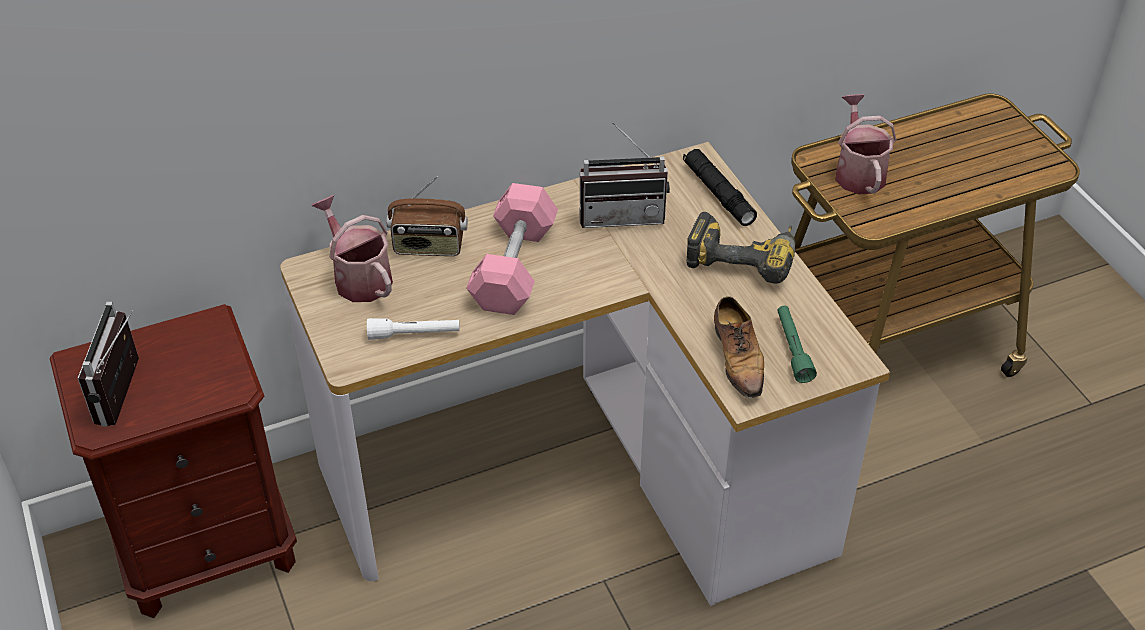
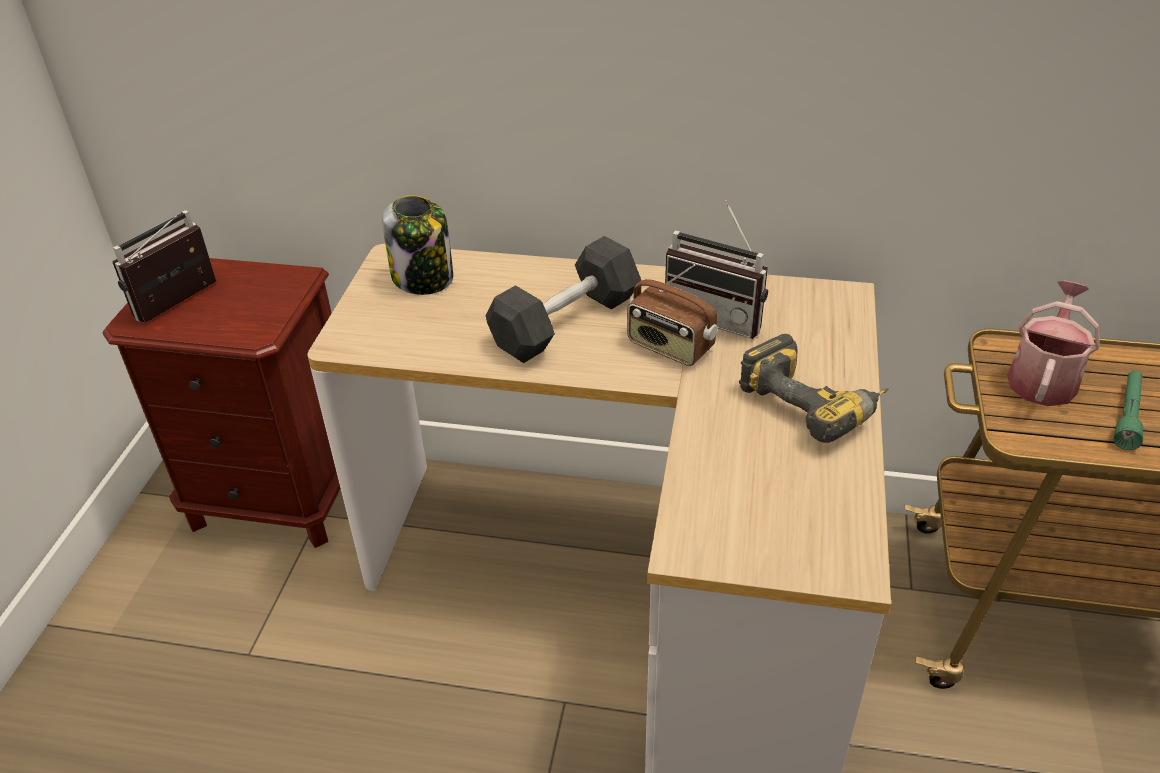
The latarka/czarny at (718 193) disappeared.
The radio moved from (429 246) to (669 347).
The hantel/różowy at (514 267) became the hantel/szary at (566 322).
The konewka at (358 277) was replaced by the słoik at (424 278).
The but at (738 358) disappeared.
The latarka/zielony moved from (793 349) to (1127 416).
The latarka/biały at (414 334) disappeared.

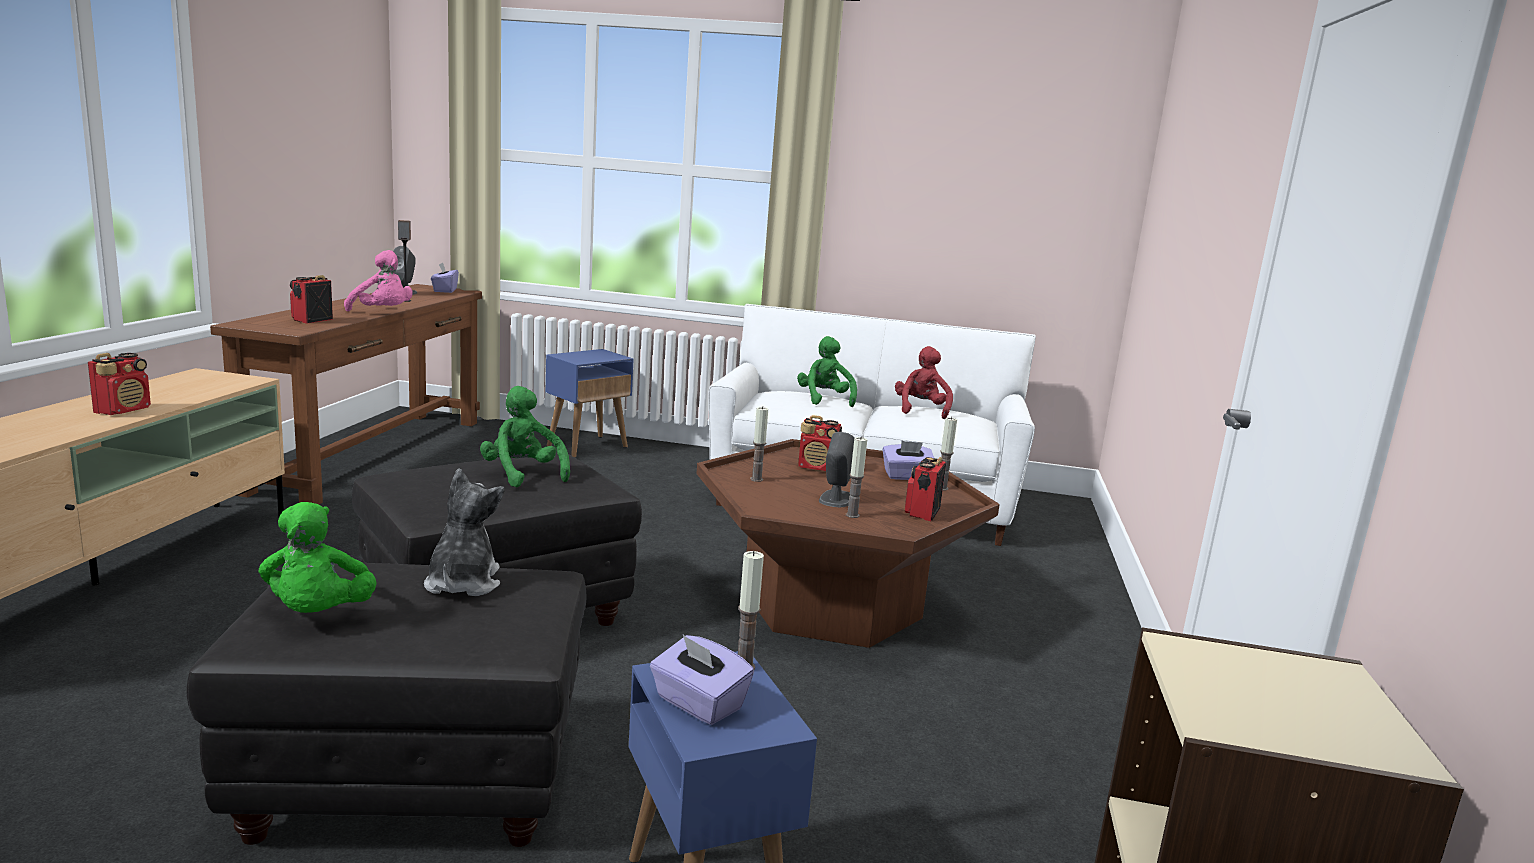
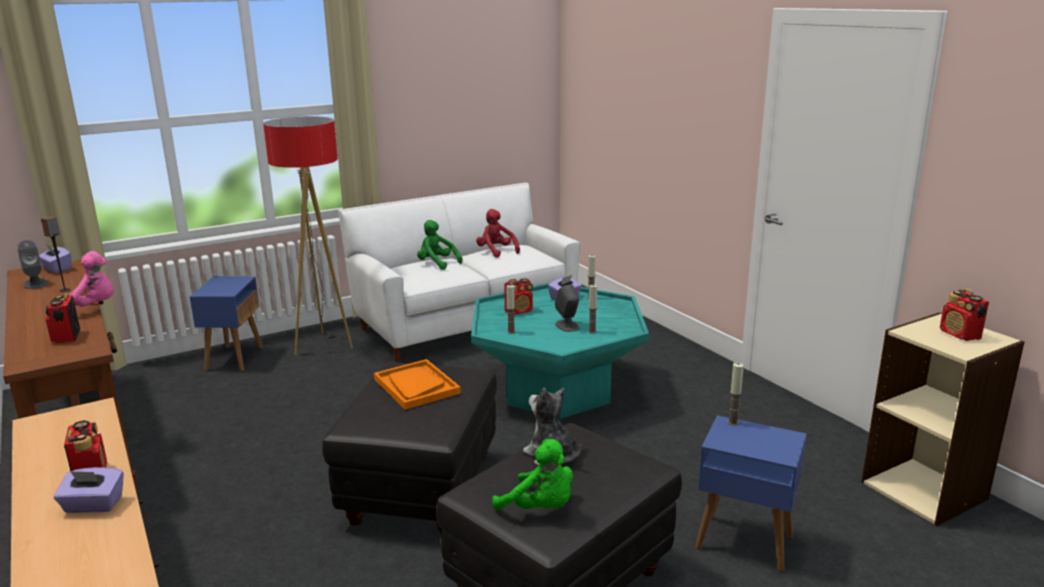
The pluszak/zielony at (523 474) was replaced by the taca/pomarańczowy at (416 386).
The ława/brązowy at (831 603) became the ława/turkusowy at (556 390).
The radio moved from (922 513) to (960 335).
The pudełko chusteczek/fioletowy moved from (698 704) to (93 505).
The lampa stojąca at (323 345) appeared.

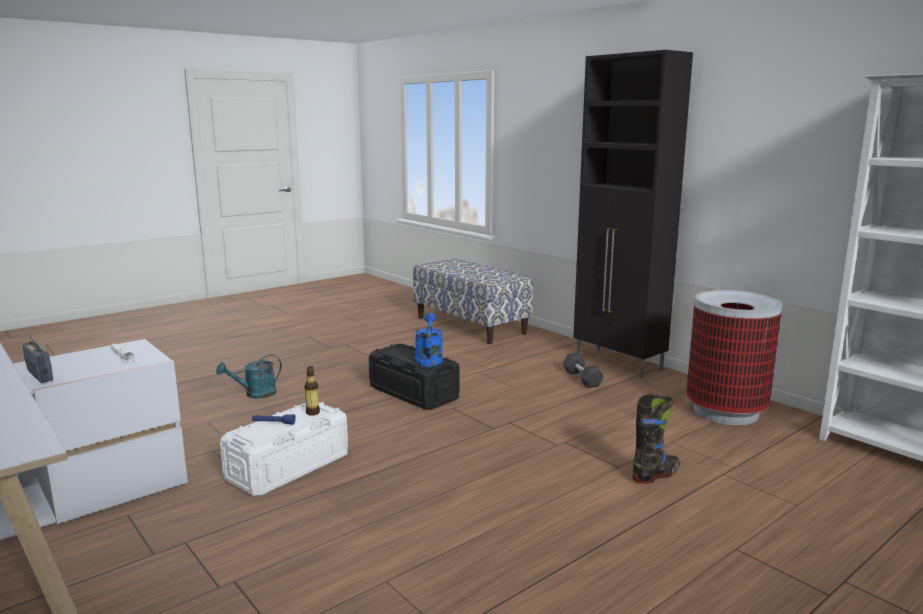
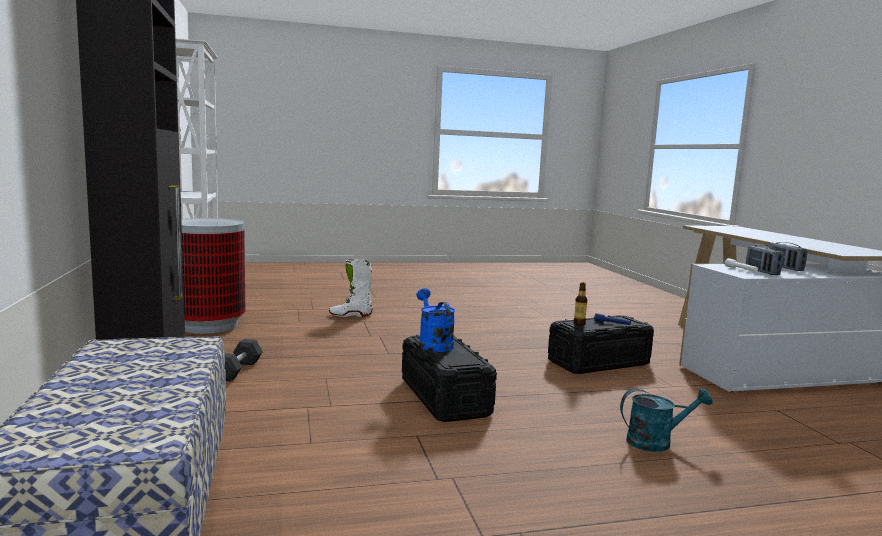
The konewka/niebieski at (428 359) turned 135 degrees clockwise.
The but z cholewką/czarny at (656 475) became the but z cholewką/biały at (350 315).
The pojemnik do przechowywania/biały at (288 467) became the pojemnik do przechowywania/czarny at (599 362).
The radio at (762 272) appeared.

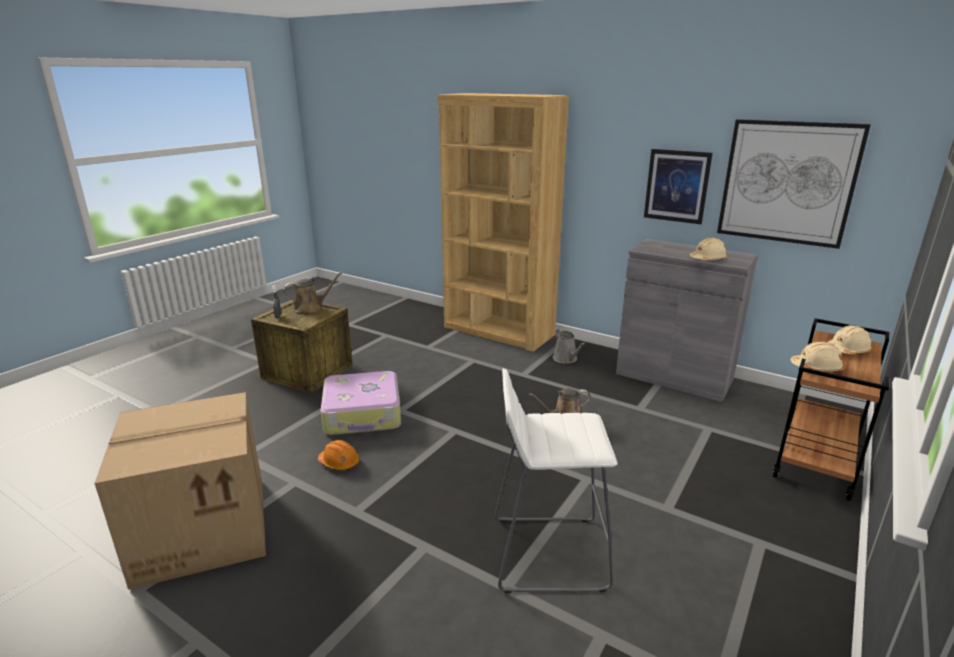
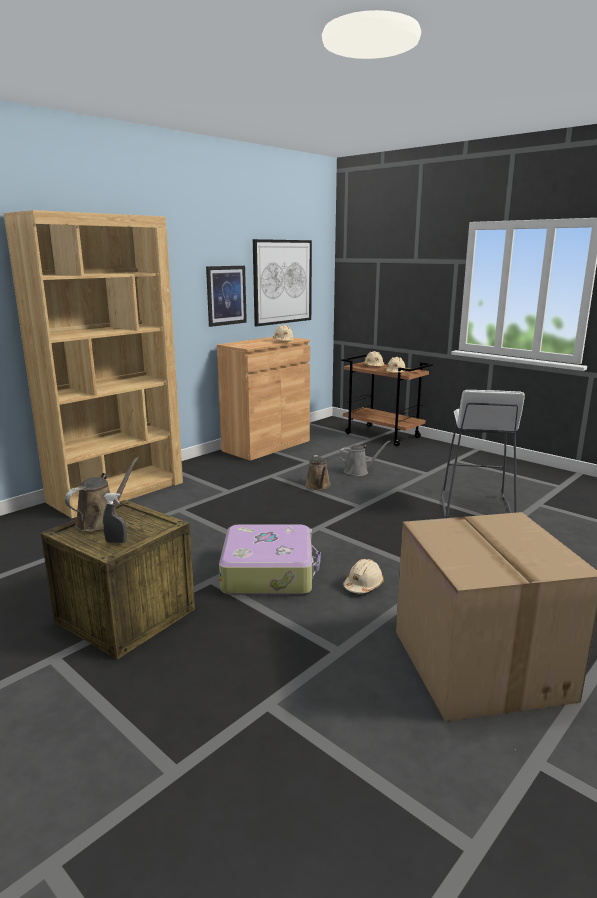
The szafka/szary at (674 377) became the szafka/brązowy at (266 446).
The konewka/brązowy at (310 308) turned 45 degrees clockwise.
The konewka/szary moved from (566 359) to (358 471).
The kask/pomarańczowy at (339 463) became the kask/beżowy at (363 585).

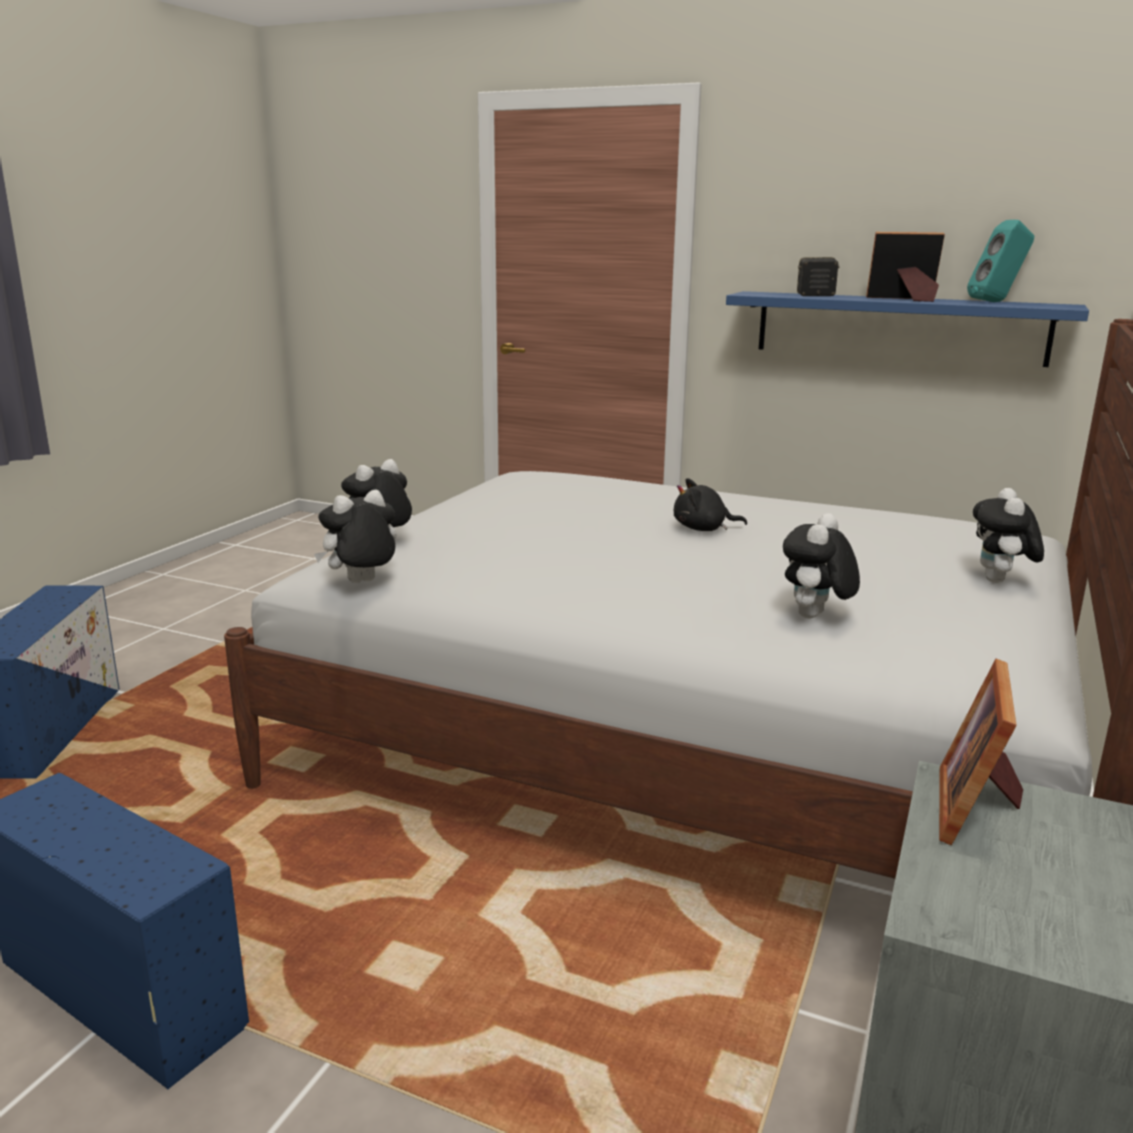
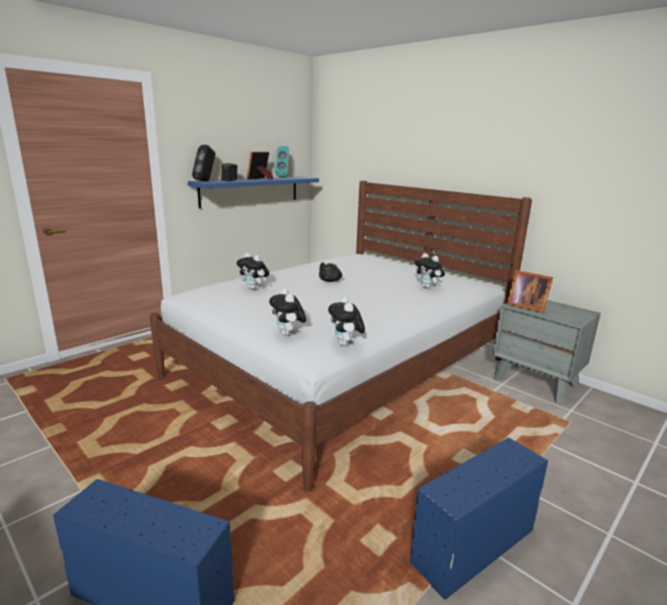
The pluszak moved from (1000 581) to (254 288).
The głośnik/czarny at (206 181) appeared.

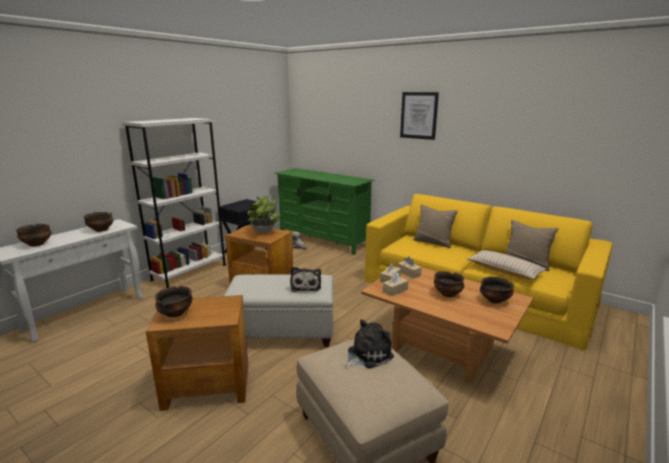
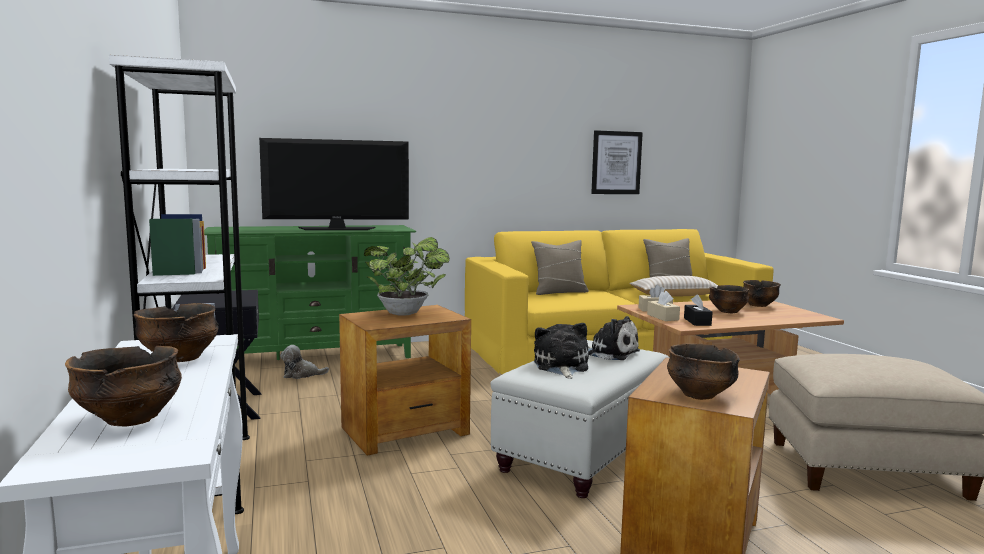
The obraz moved from (419 115) to (616 162).
The pudełko chusteczek/beżowy at (395 290) became the pudełko chusteczek/czarny at (697 322).
The pluszak moved from (367 355) to (561 366).
The telewizor at (337 229) appeared.

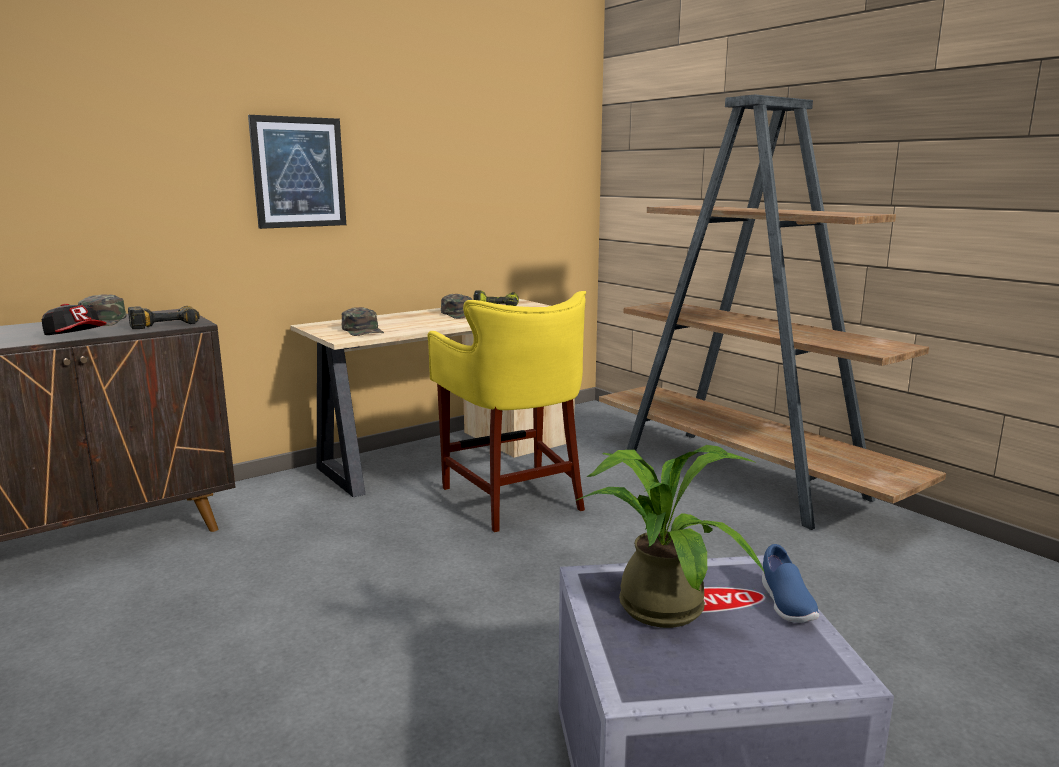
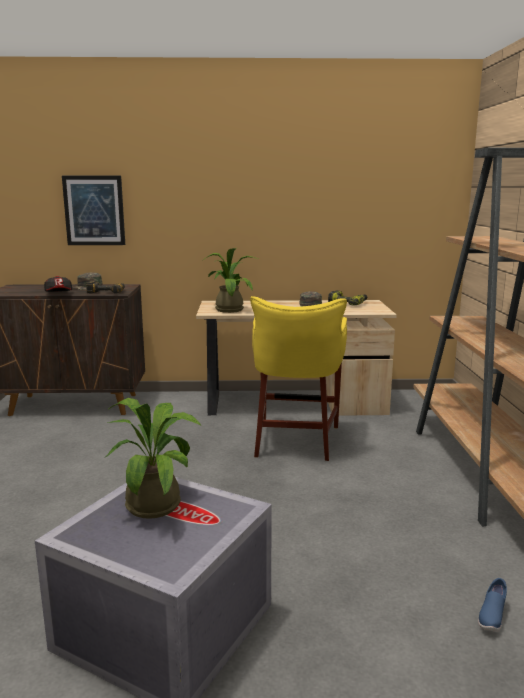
The obraz moved from (298 172) to (94 210).
The czapka z daszkiem/zielony at (363 330) was replaced by the roślina doniczkowa at (229 309).
The but/niebieski moved from (785 603) to (491 616).

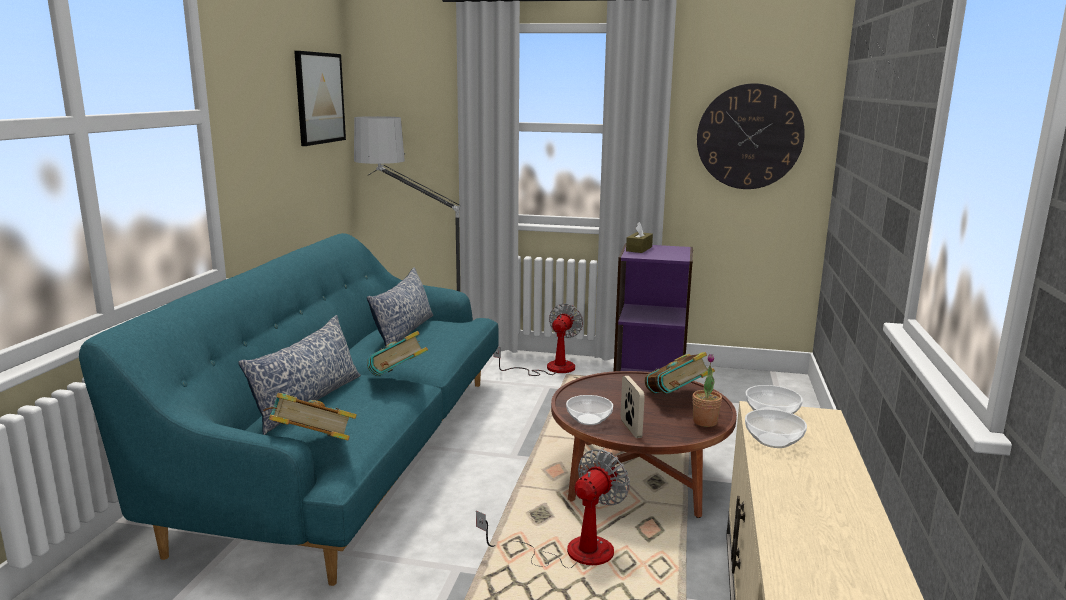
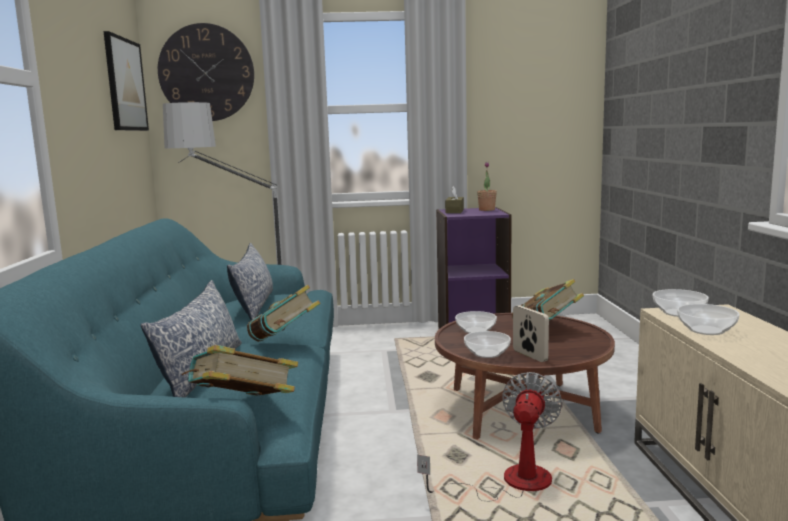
The zegar ścienny moved from (749 137) to (206 73).
The wentylator at (550 369) disappeared.
The roślina doniczkowa moved from (705 422) to (486 210).
The miska at (475 330) appeared.

